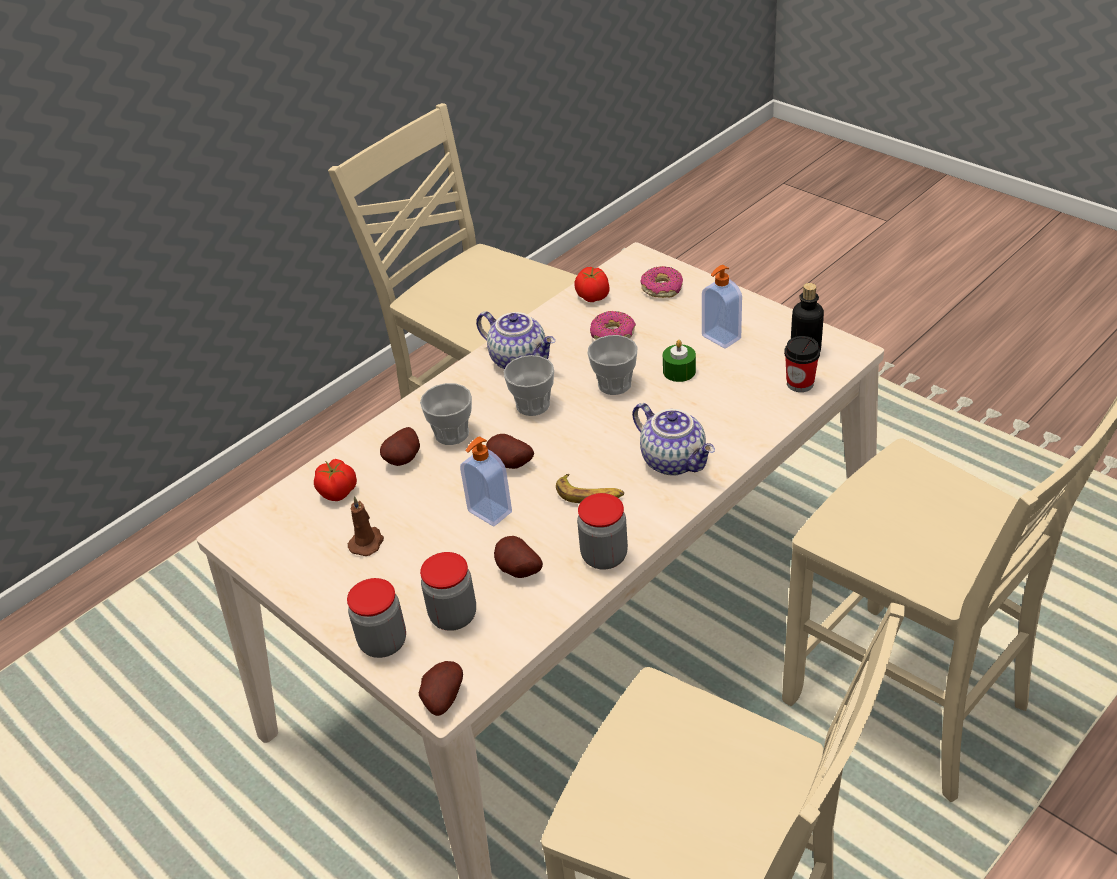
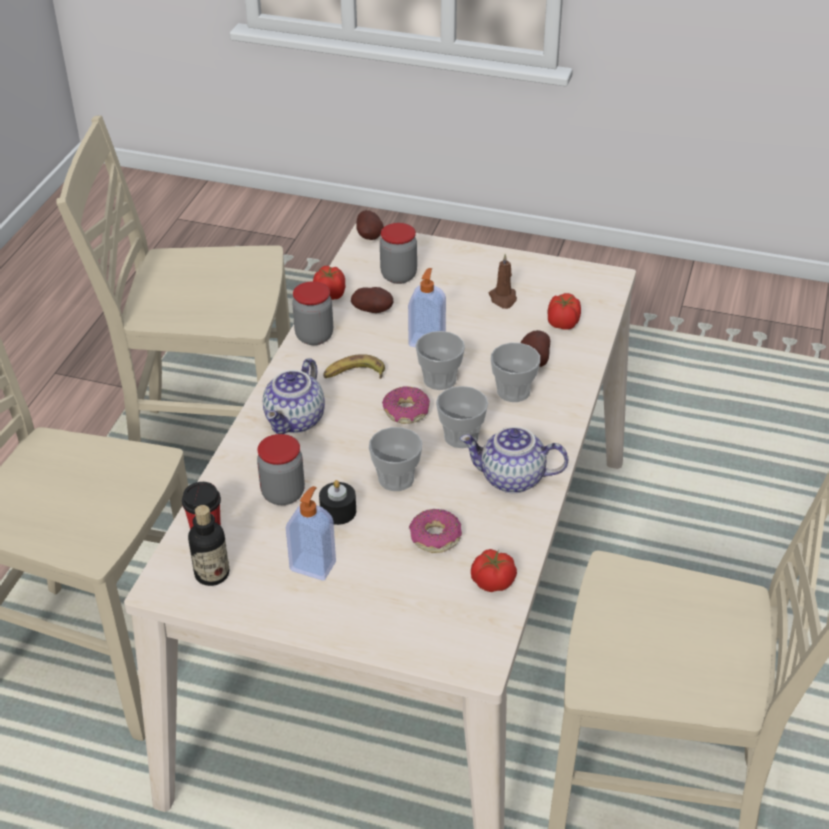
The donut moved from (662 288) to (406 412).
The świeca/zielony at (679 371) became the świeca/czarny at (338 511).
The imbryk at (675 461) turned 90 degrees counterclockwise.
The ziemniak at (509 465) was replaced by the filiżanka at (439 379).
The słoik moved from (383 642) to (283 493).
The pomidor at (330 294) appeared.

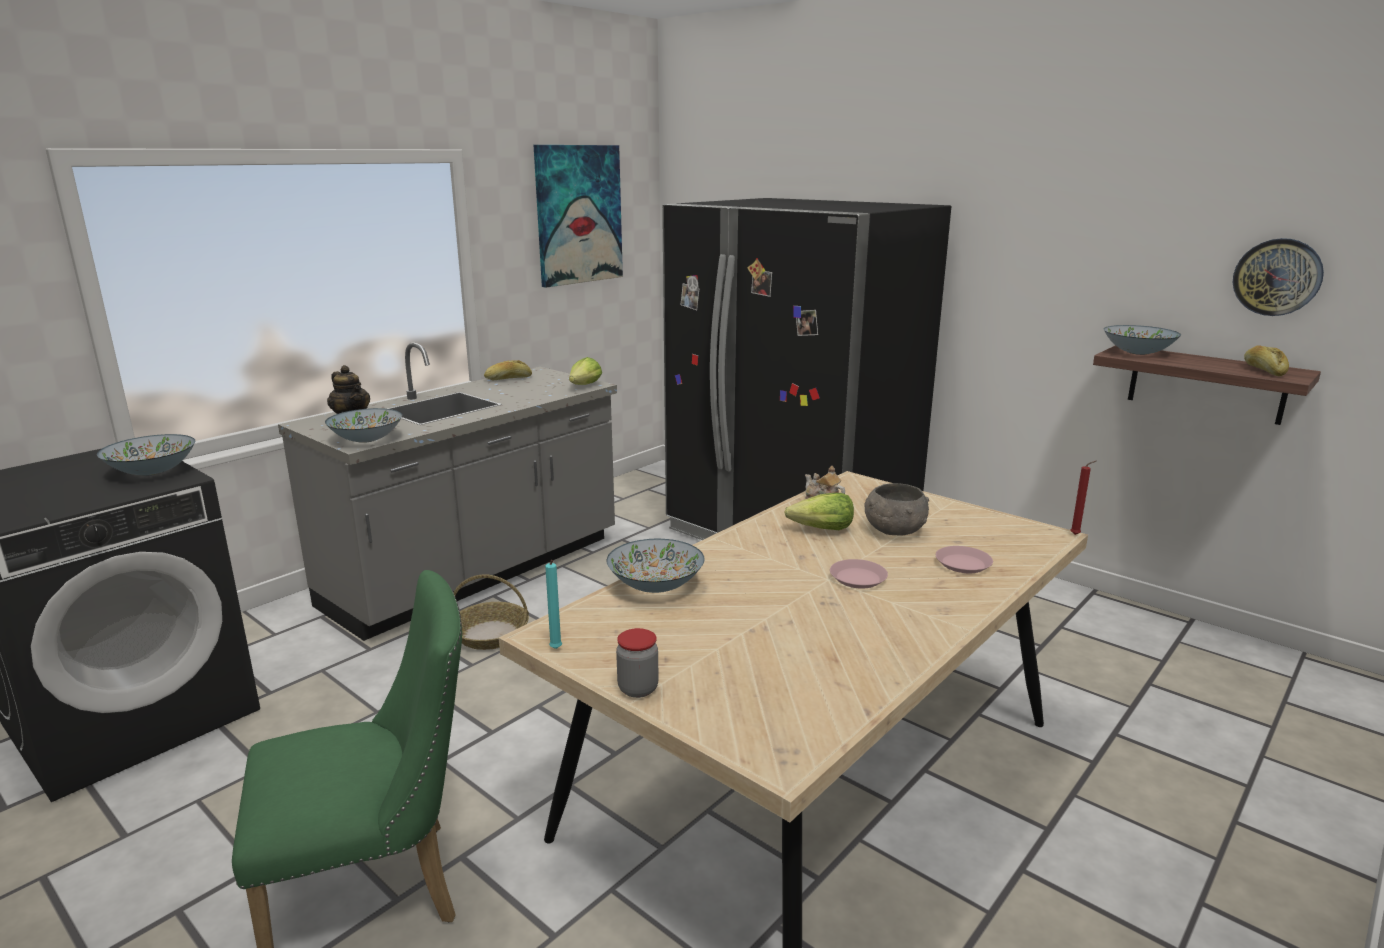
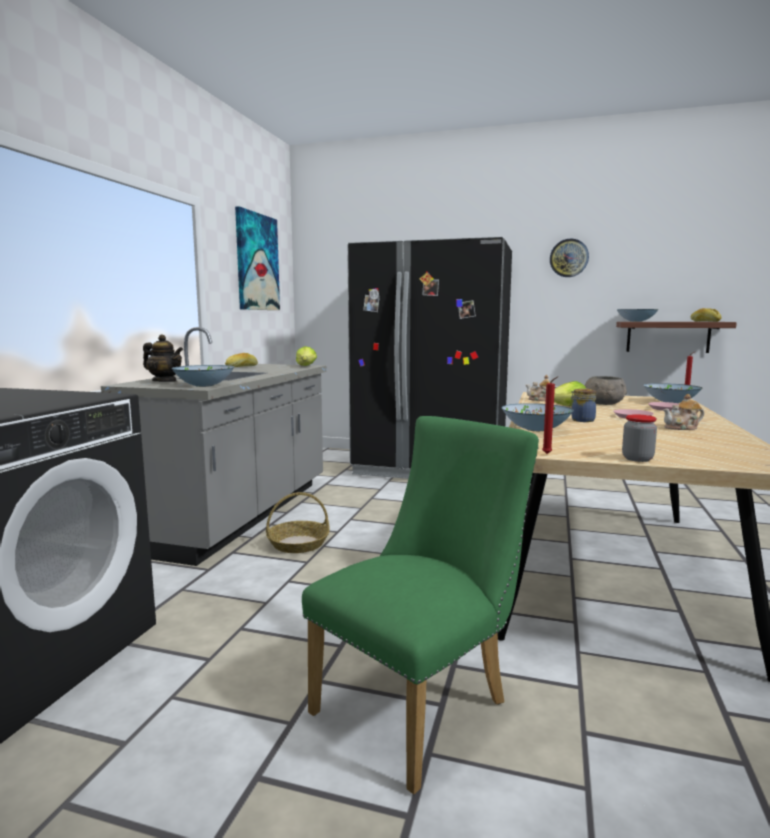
The zegar ścienny moved from (1277 277) to (569 258).
The miska moved from (153 471) to (671 402).
The świeca/turkusowy at (556 650) became the świeca/czerwony at (548 454).
The słoik at (581 420) appeared.
The imbryk at (682 428) appeared.

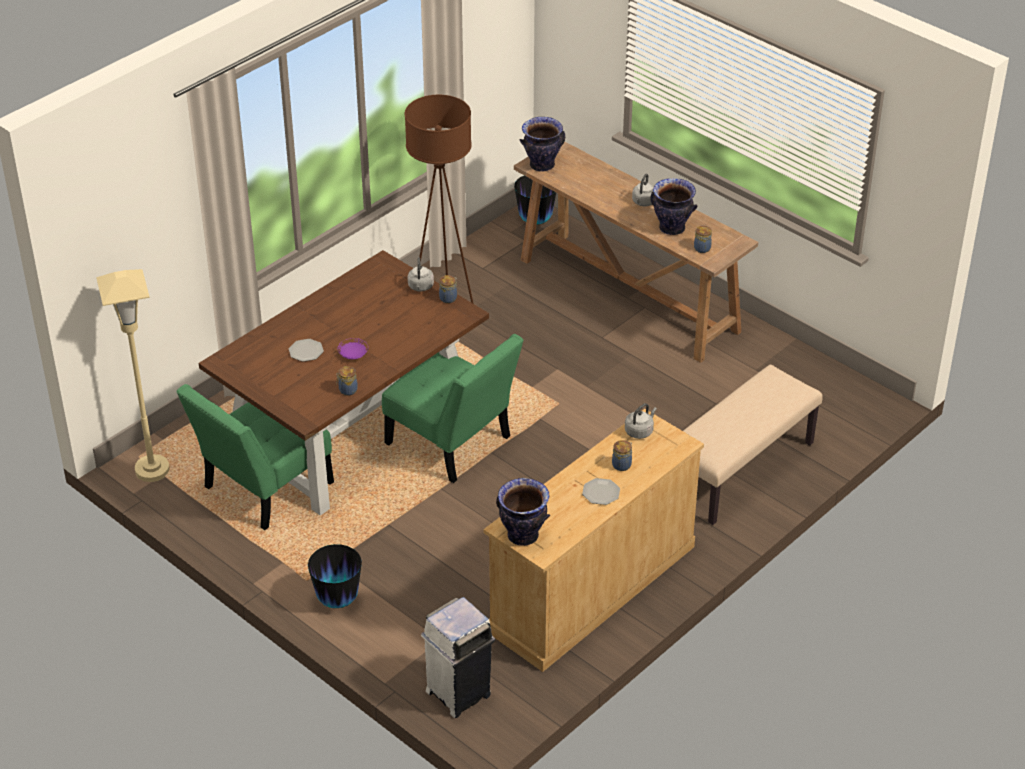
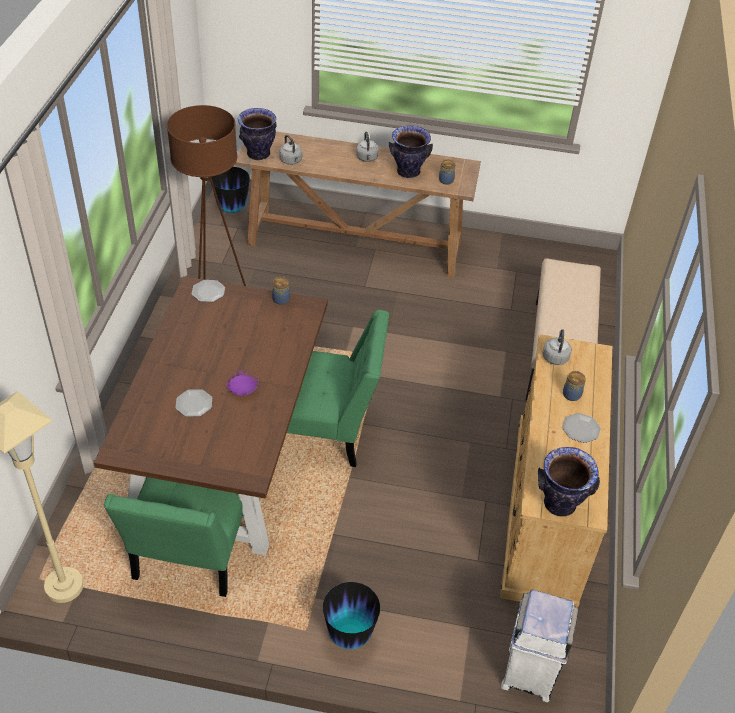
The czajnik/szary moved from (420 287) to (291 161).
The słoik at (347 390) disappeared.
The talerz at (208 292) appeared.

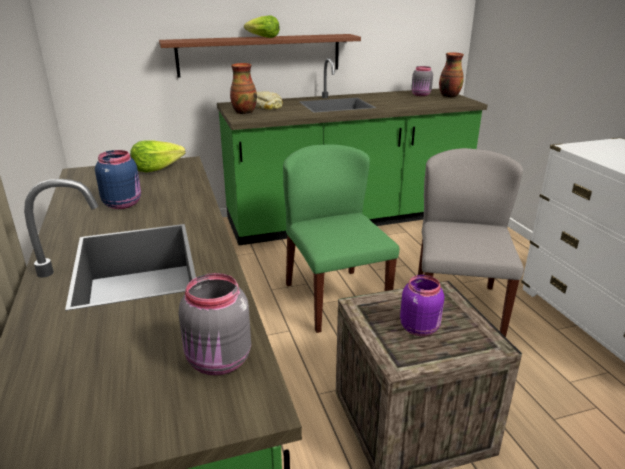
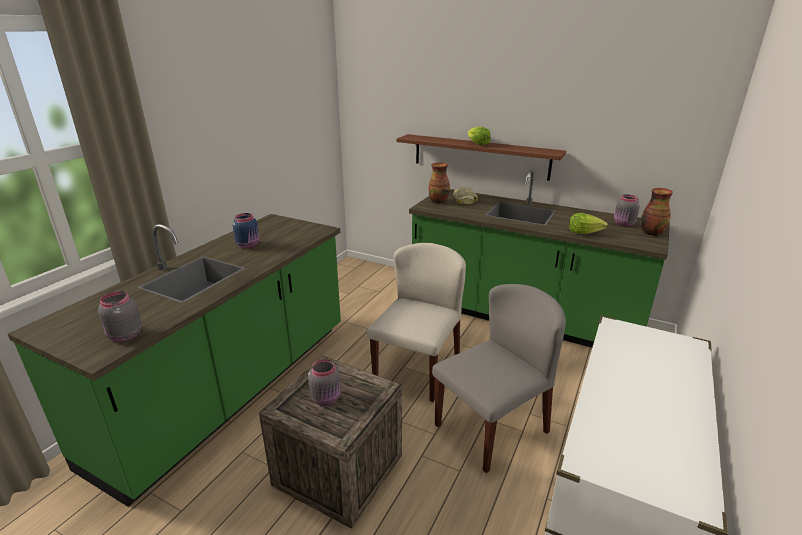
The sałata moved from (157 168) to (584 232).
The krzesło/zielony at (334 299) became the krzesło/beżowy at (417 369).
The słoik/fioletowy at (420 327) became the słoik/szary at (327 398).

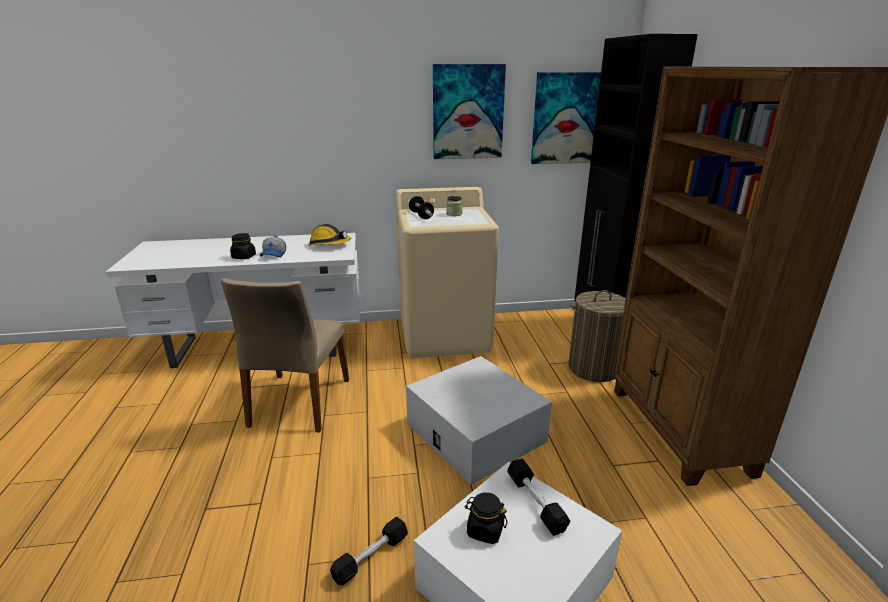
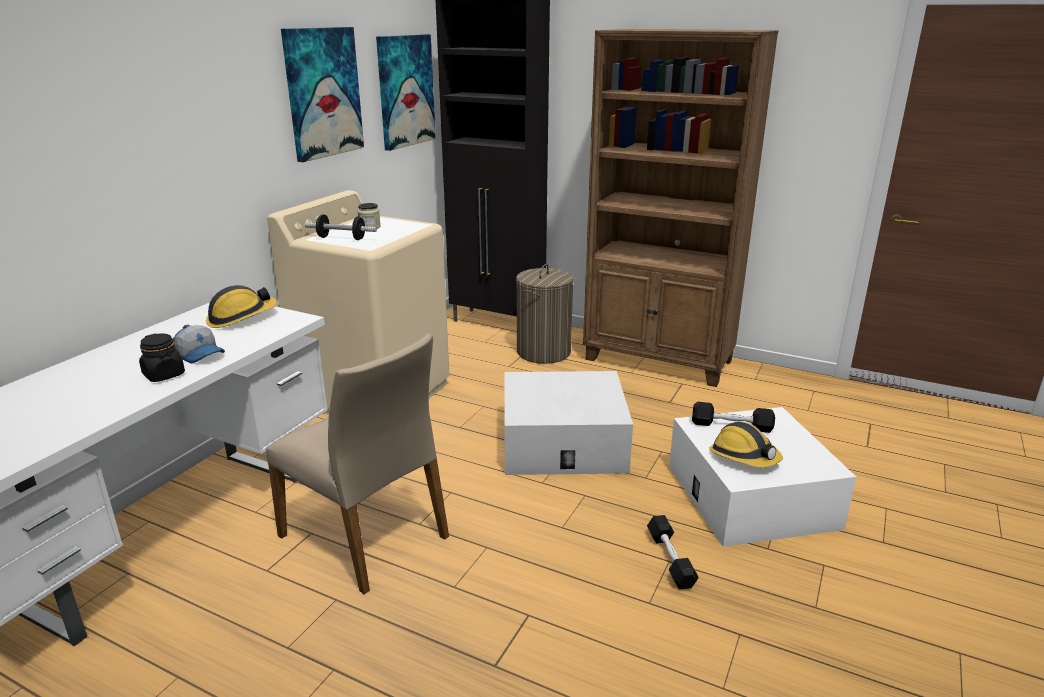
The słoik/czarny at (485 530) was replaced by the kask at (744 457).

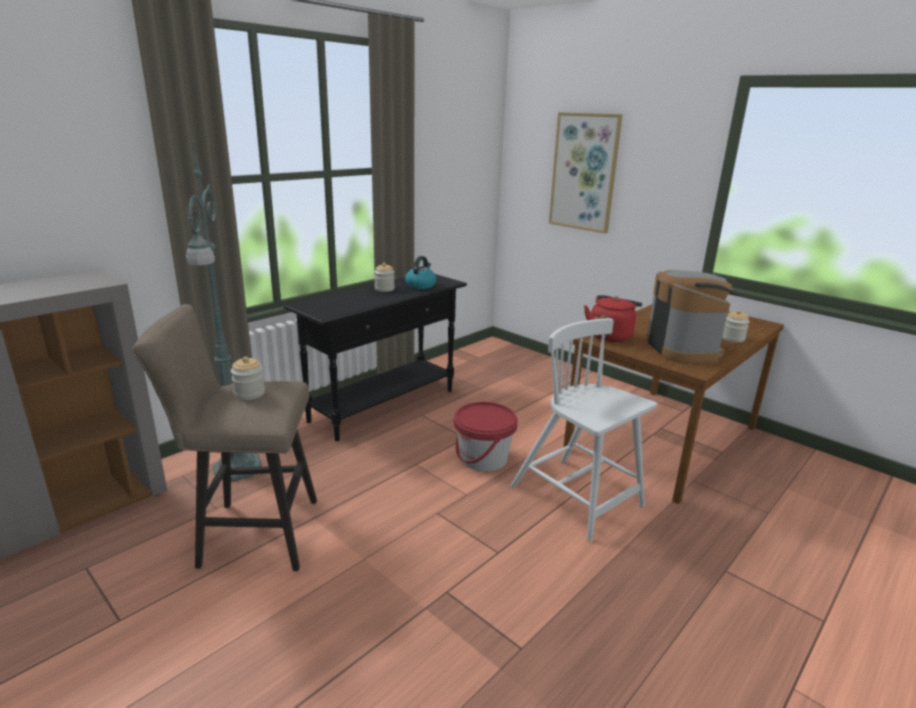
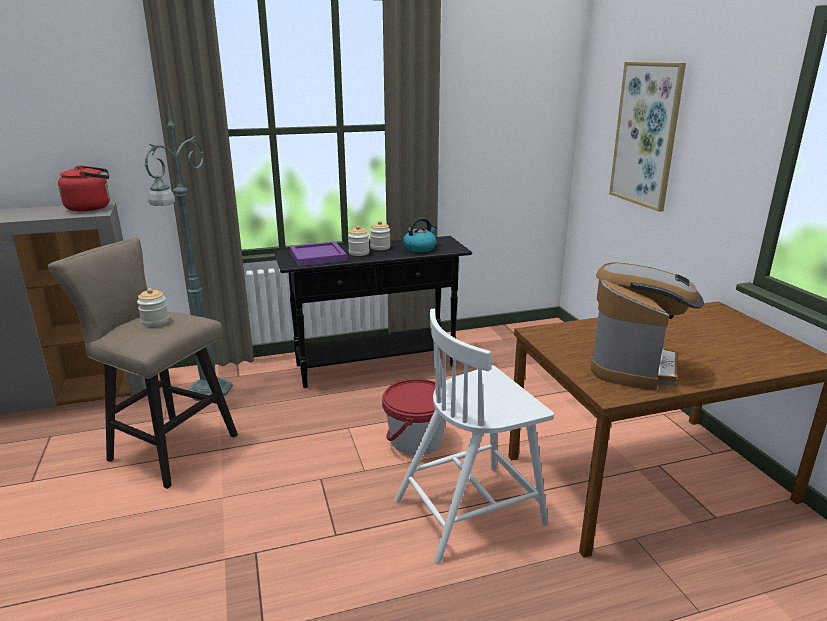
The czajnik/czerwony moved from (610 335) to (91 207).
The słoik moved from (732 338) to (359 253).
The krzesło/biały at (578 498) turned 105 degrees counterclockwise.
The taca/fioletowy at (317 256) appeared.

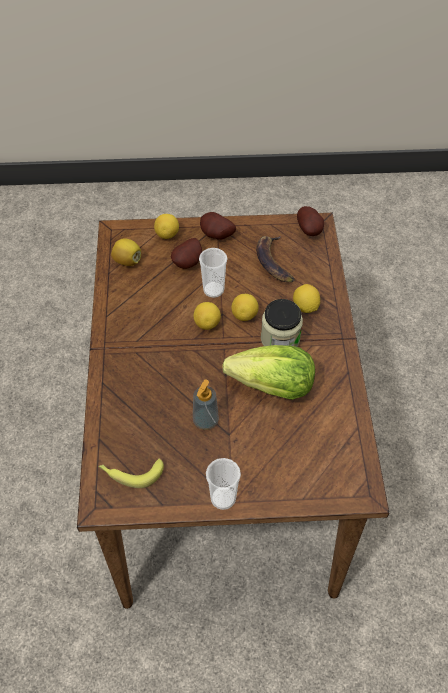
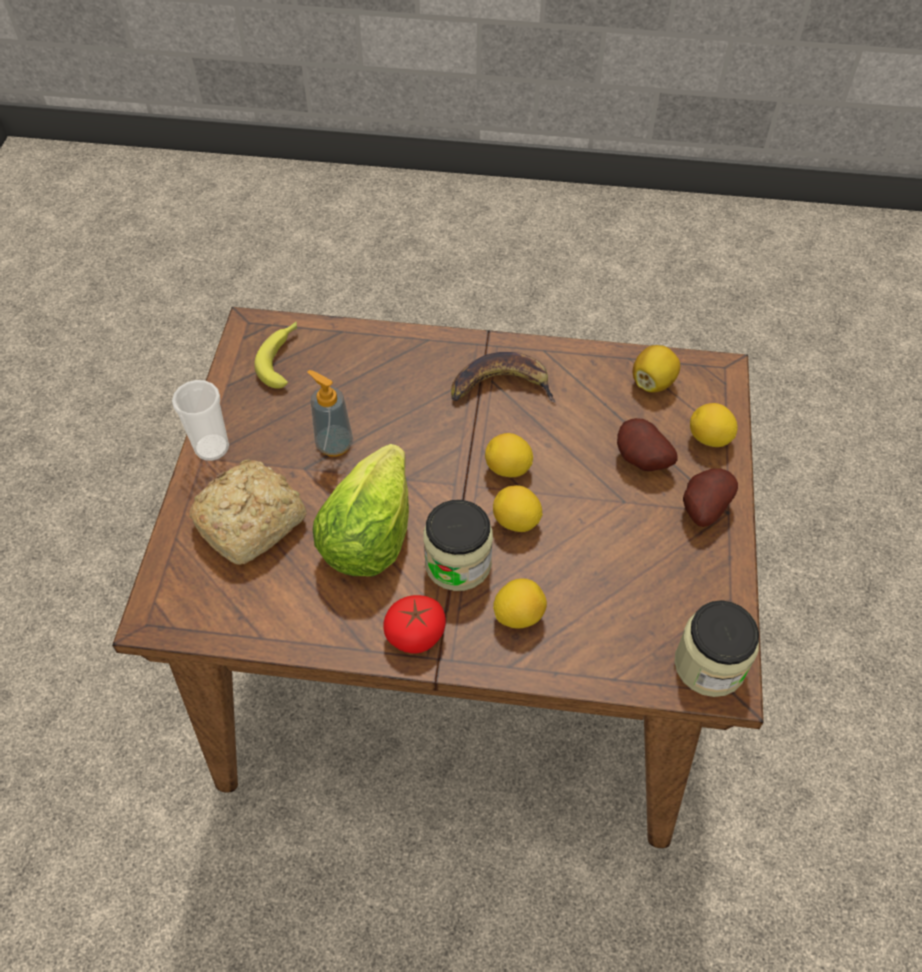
The ziemniak at (310 230) was replaced by the słoik at (709 665).
The banan moved from (273 262) to (501 385).
The filiżanka at (213 290) disappeared.
The chleb at (253 521) appeared.
The pomidor at (415 634) appeared.

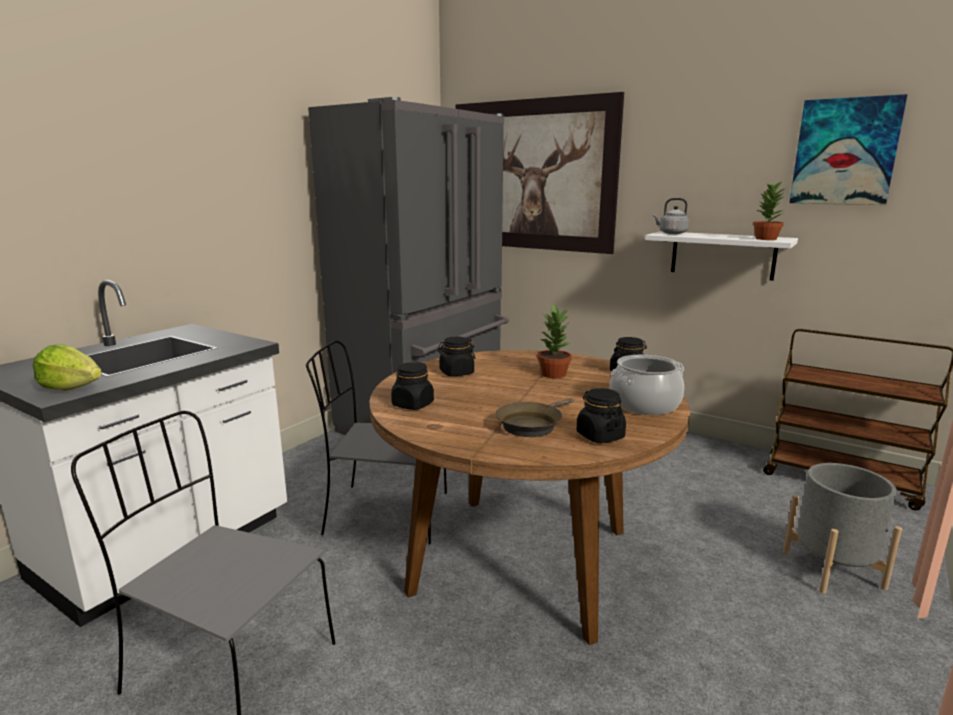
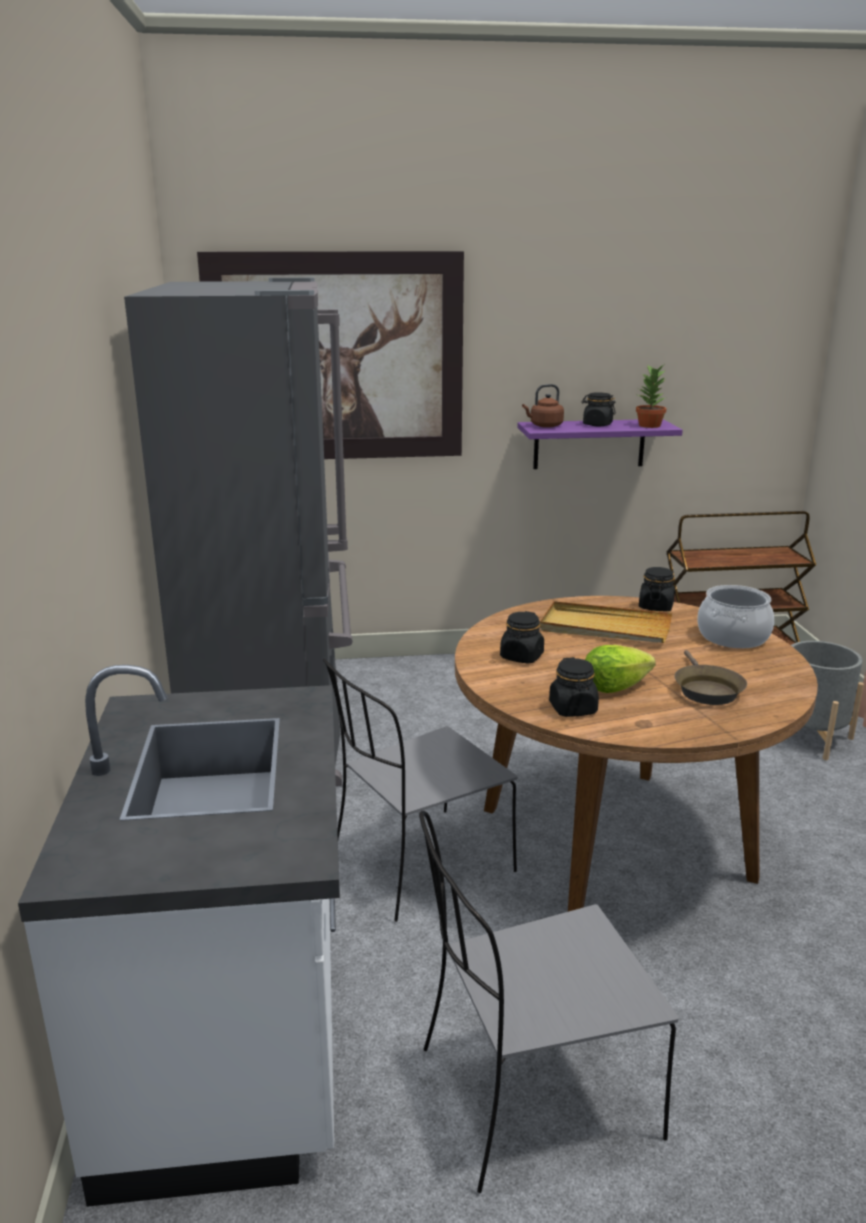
The obraz at (845 152) disappeared.
The czajnik/szary at (671 233) became the czajnik/brązowy at (544 426).
The półka/biały at (722 255) became the półka/fioletowy at (589 444).
The roślina doniczkowa at (554 374) was replaced by the taca/beżowy at (605 628).
The sałata moved from (71 388) to (614 687).
The słoik/czarny moved from (600 436) to (597 424).

